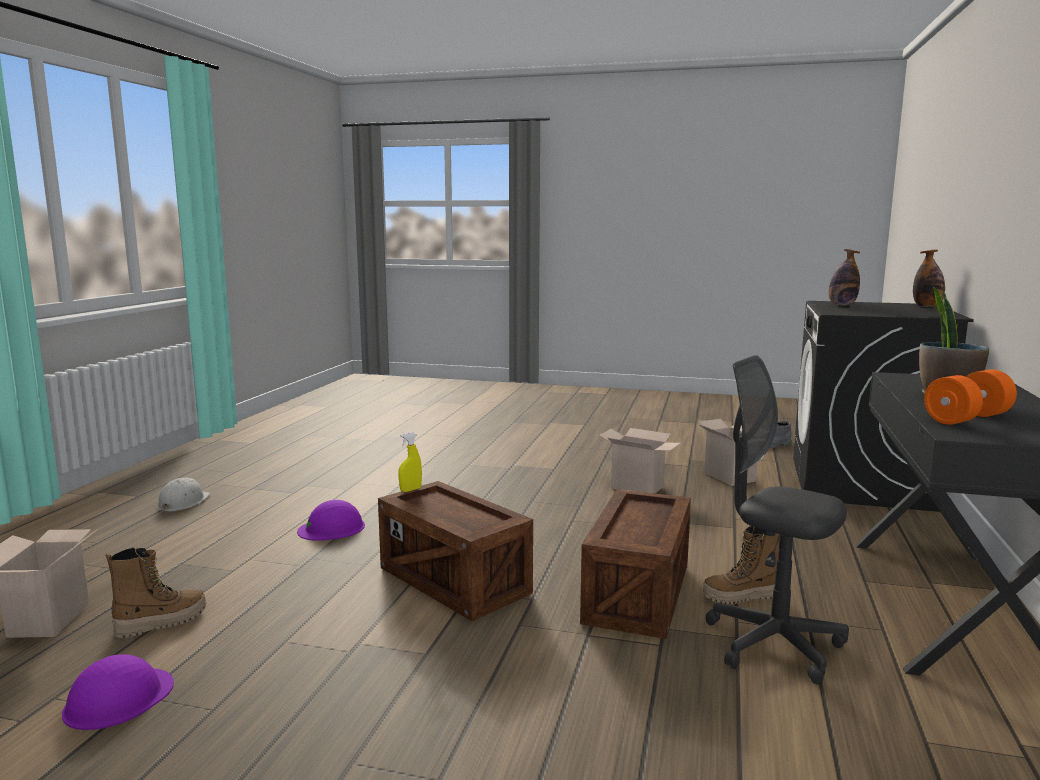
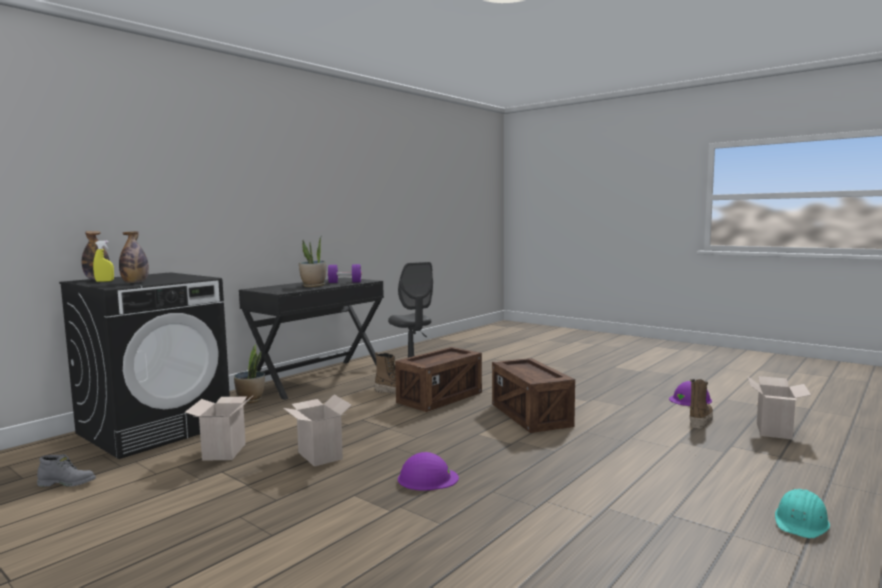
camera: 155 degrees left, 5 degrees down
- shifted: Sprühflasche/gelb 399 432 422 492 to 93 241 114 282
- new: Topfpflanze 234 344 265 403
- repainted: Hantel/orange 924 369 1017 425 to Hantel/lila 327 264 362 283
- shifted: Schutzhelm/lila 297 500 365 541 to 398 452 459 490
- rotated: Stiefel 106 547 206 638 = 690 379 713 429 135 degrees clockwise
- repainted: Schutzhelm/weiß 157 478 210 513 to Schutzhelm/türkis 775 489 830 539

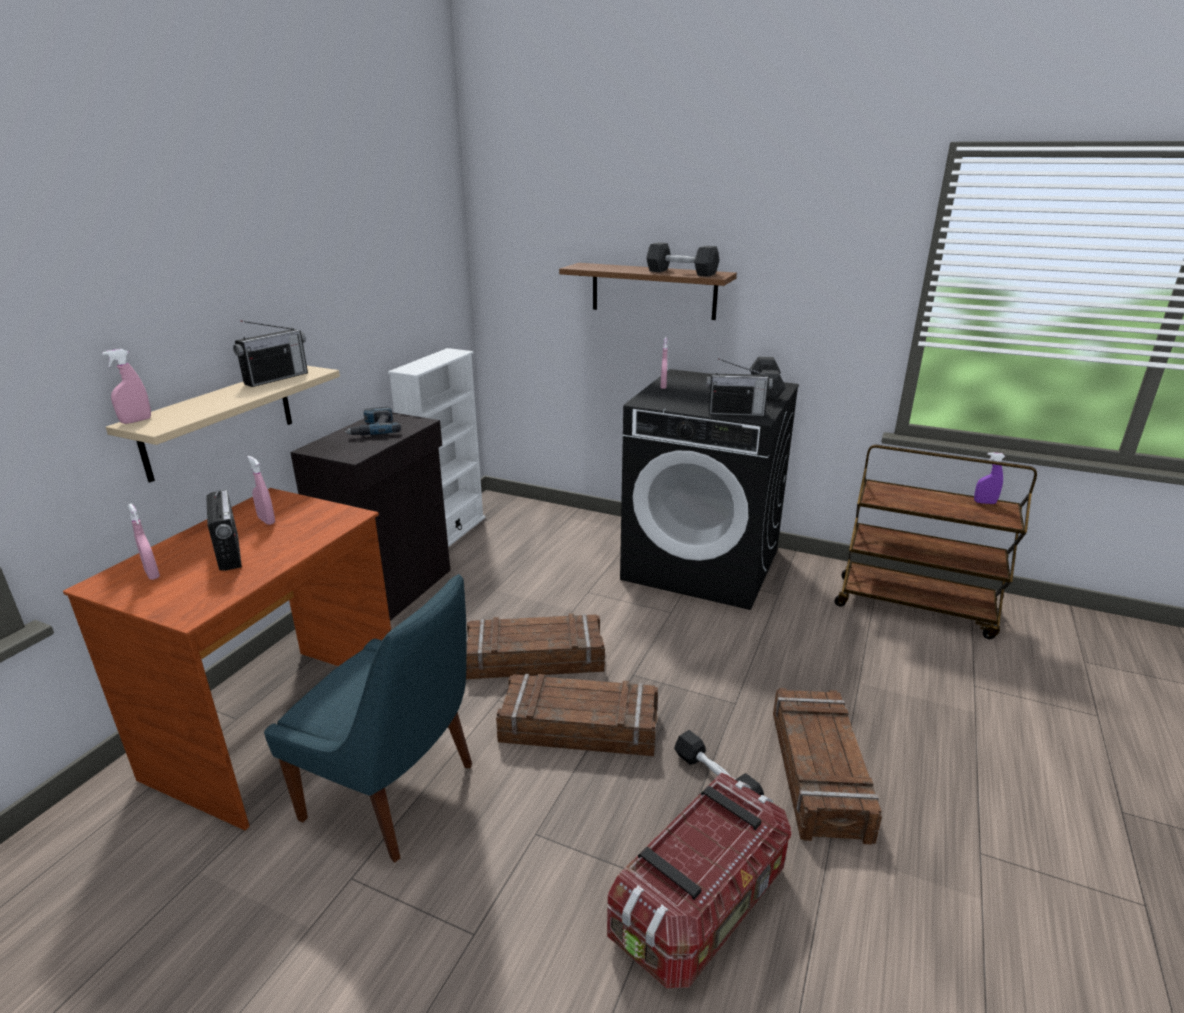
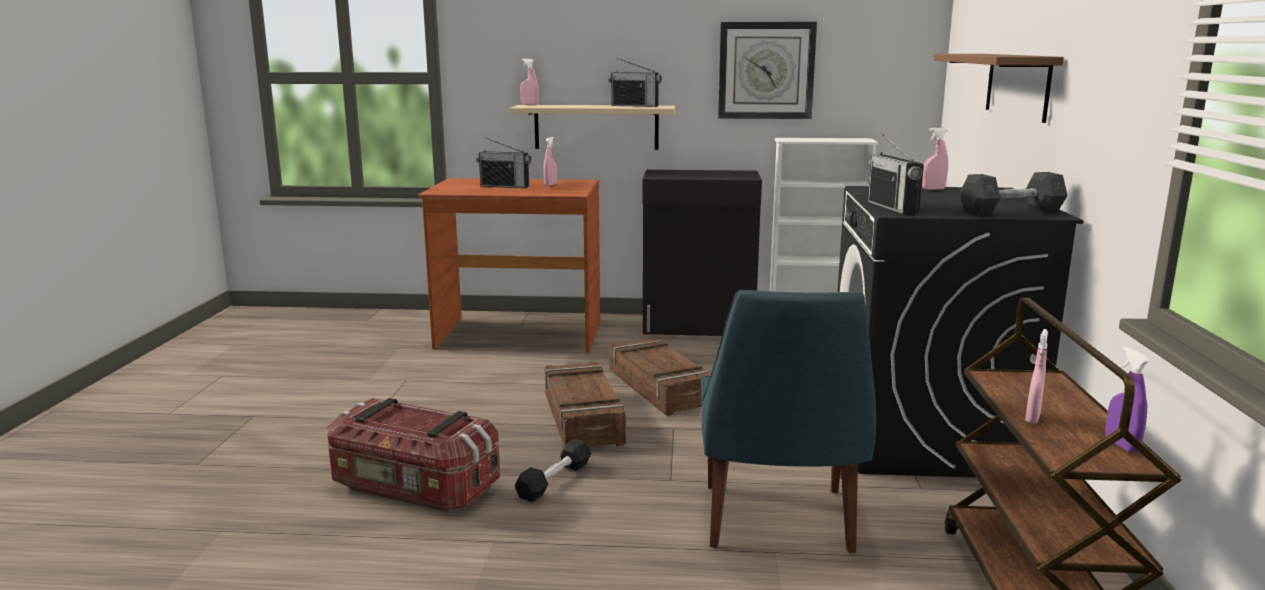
camera: 70 degrees right, 10 degrees down
- rotated: Radio 206 490 242 571 = 476 137 531 188 60 degrees clockwise
- shifted: Stuhl/blau 264 574 472 863 to 701 290 876 553
- new: Wanduhr 718 22 817 119
- shifted: Sprühflasche/rosa 128 503 160 580 to 1025 329 1048 423
- gone: Bohrmaschine 345 407 401 435
- gone: Hantel/grau 646 242 720 277
- gone: Kiste 773 688 882 845

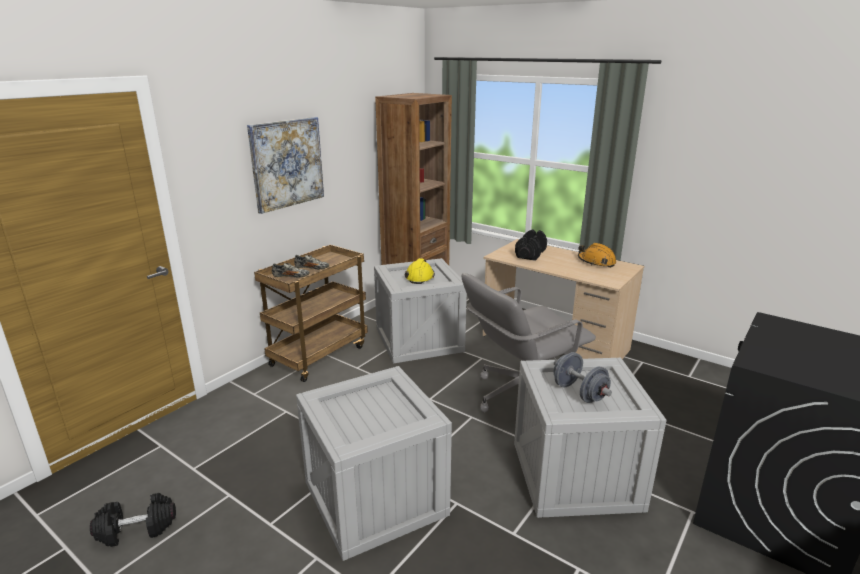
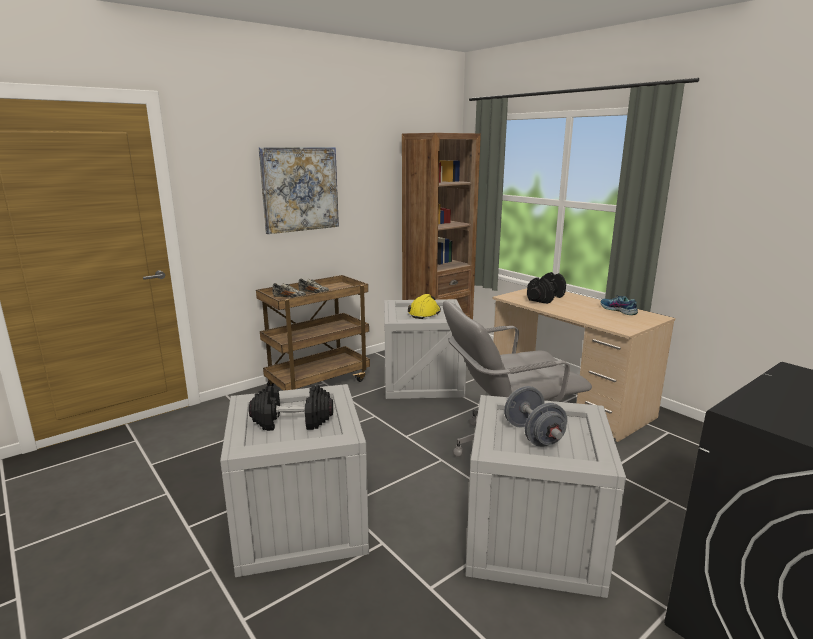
camera: 15 degrees right, 5 degrees down
- shifted: Hantel/schwarz 90 493 176 547 to 249 385 333 431
- swapped: Schutzhelm/orange 578 243 616 268 to Schuh 600 295 638 315

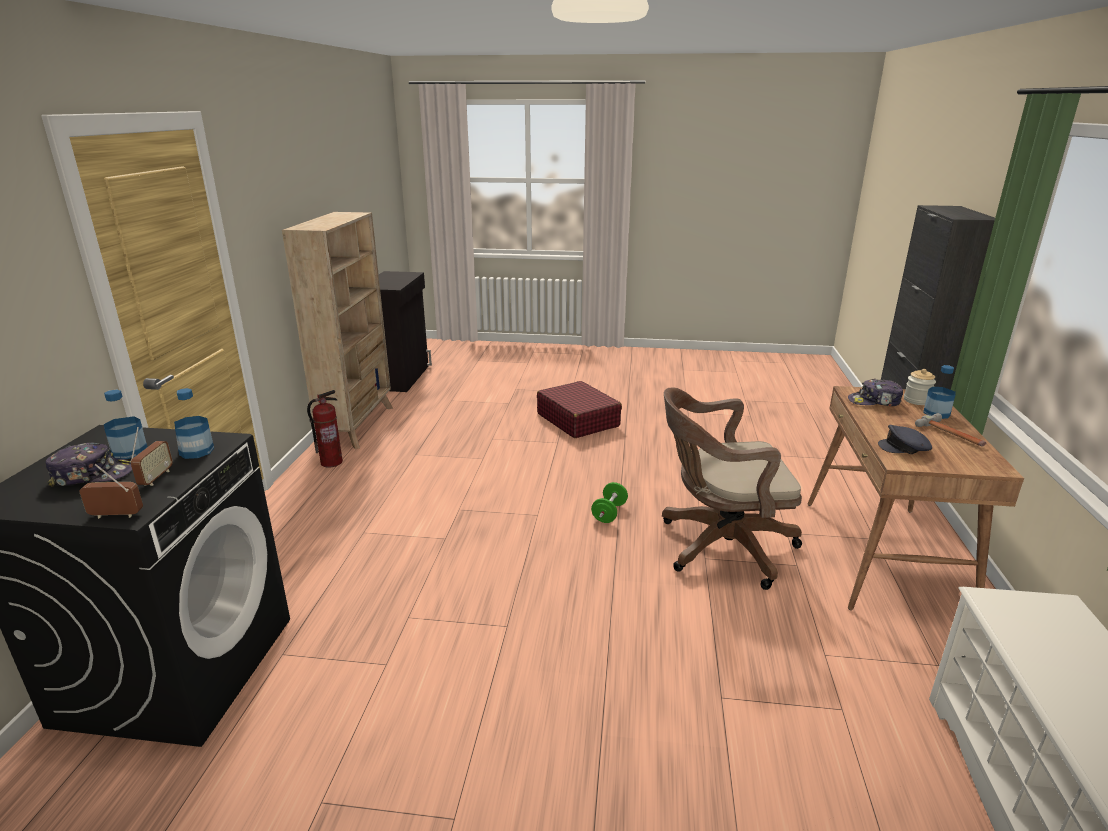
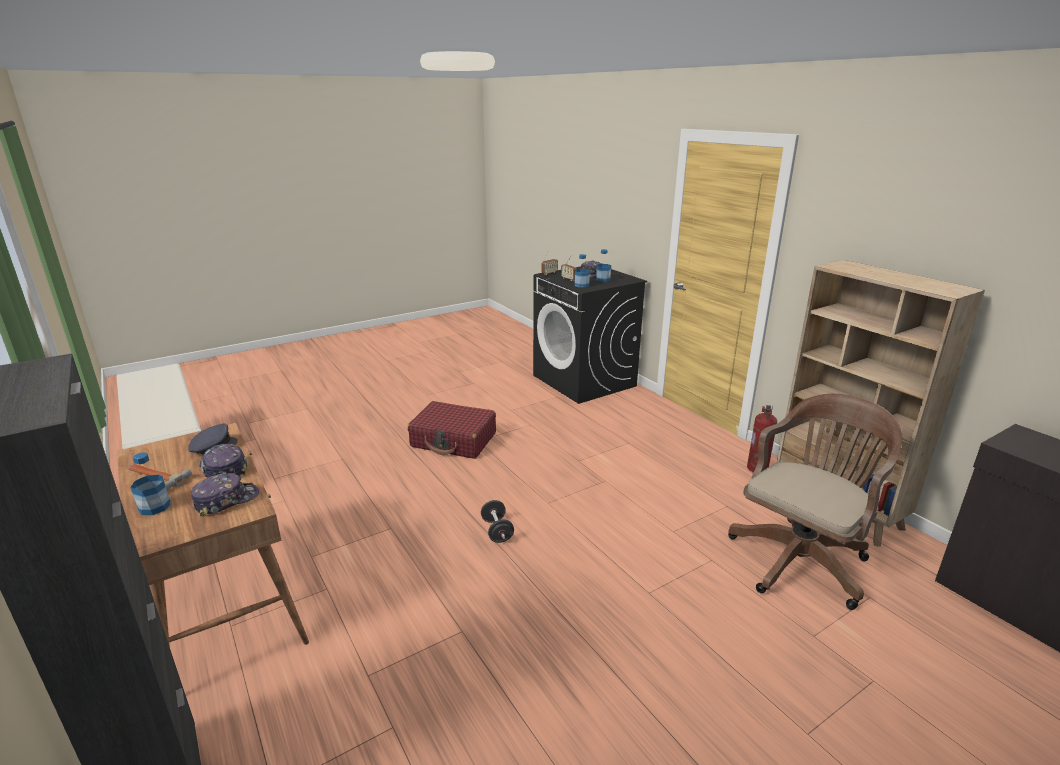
camera: 140 degrees right, 0 degrees up
- new: Kappe 199 444 247 477
- shifted: Koffer/rot 537 381 622 438 to 408 401 496 459
- repainted: Hantel/grün 591 482 628 523 to Hantel/schwarz 481 500 514 543
- shifted: Bürostuhl/braun 662 388 802 590 to 728 394 902 610
- gone: Vorratsglas 904 369 936 405

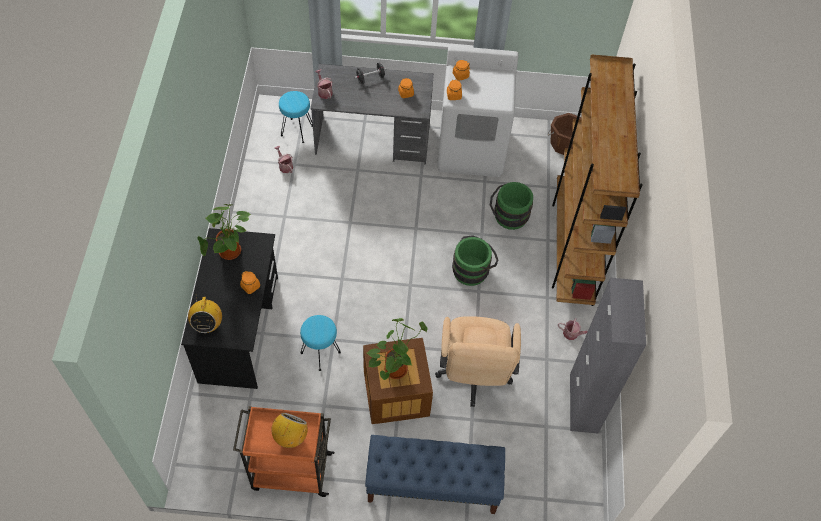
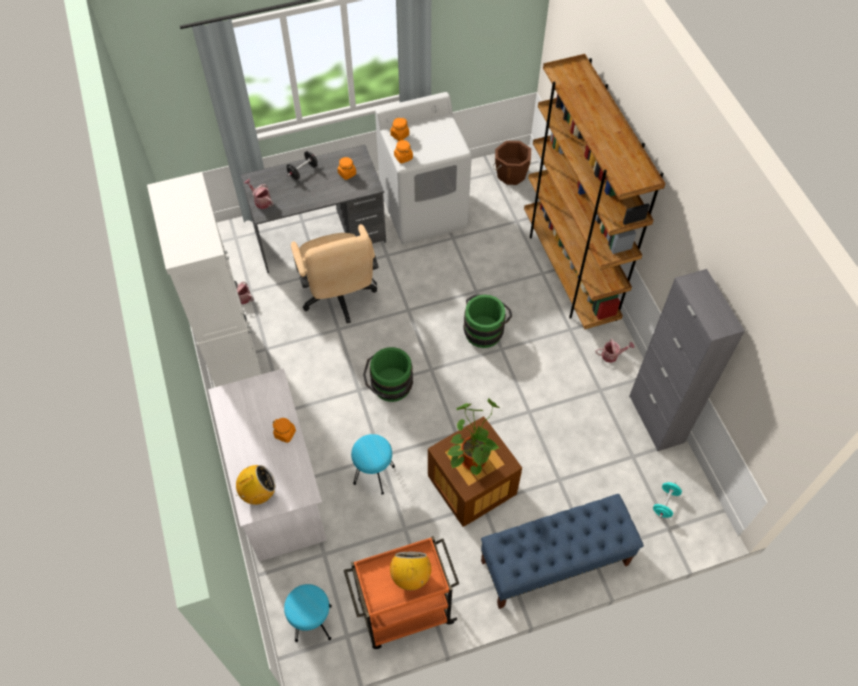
camera: 20 degrees left, 0 degrees up
- new: Schrank/weiß 147 172 262 387
- repainted: Schreibtisch/schwarz 181 228 278 389 to Schreibtisch/weiß 208 368 327 562
- rotated: Radio 188 297 222 333 = 236 465 276 505 90 degrees counterclockwise
- shifted: Hocker/türkis 279 91 313 143 to 284 584 332 642
- shifted: Bürostuhl/beige 435 316 521 407 to 291 224 379 323
- shifted: Eimer/grün 490 182 533 230 to 363 347 413 402
- new: Hantel/türkis 653 482 682 518
- gone: Topfpflanze 198 204 251 260

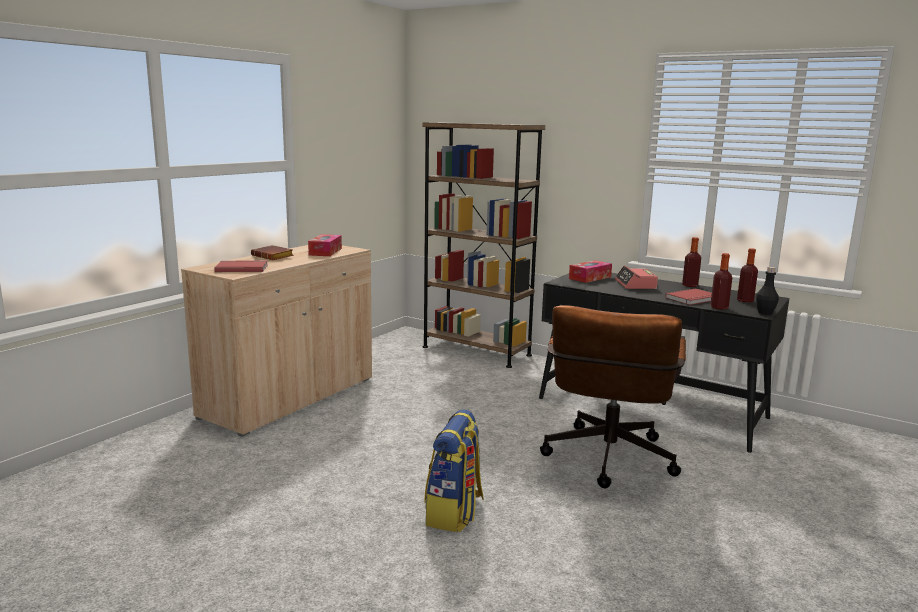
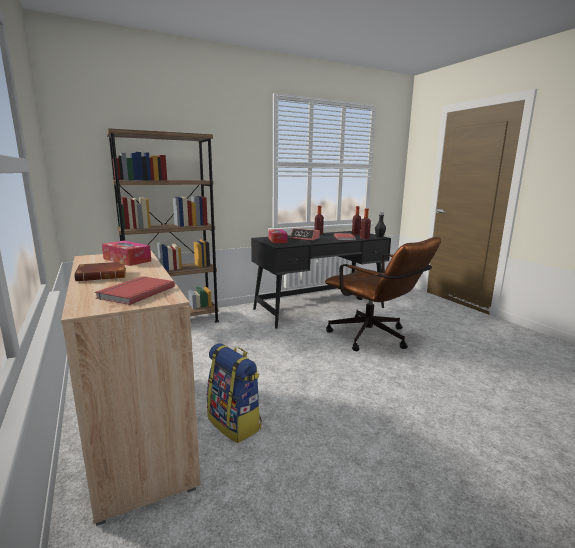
camera: 60 degrees left, 0 degrees up
- shifted: Rucksack 425 409 484 532 to 207 343 262 443

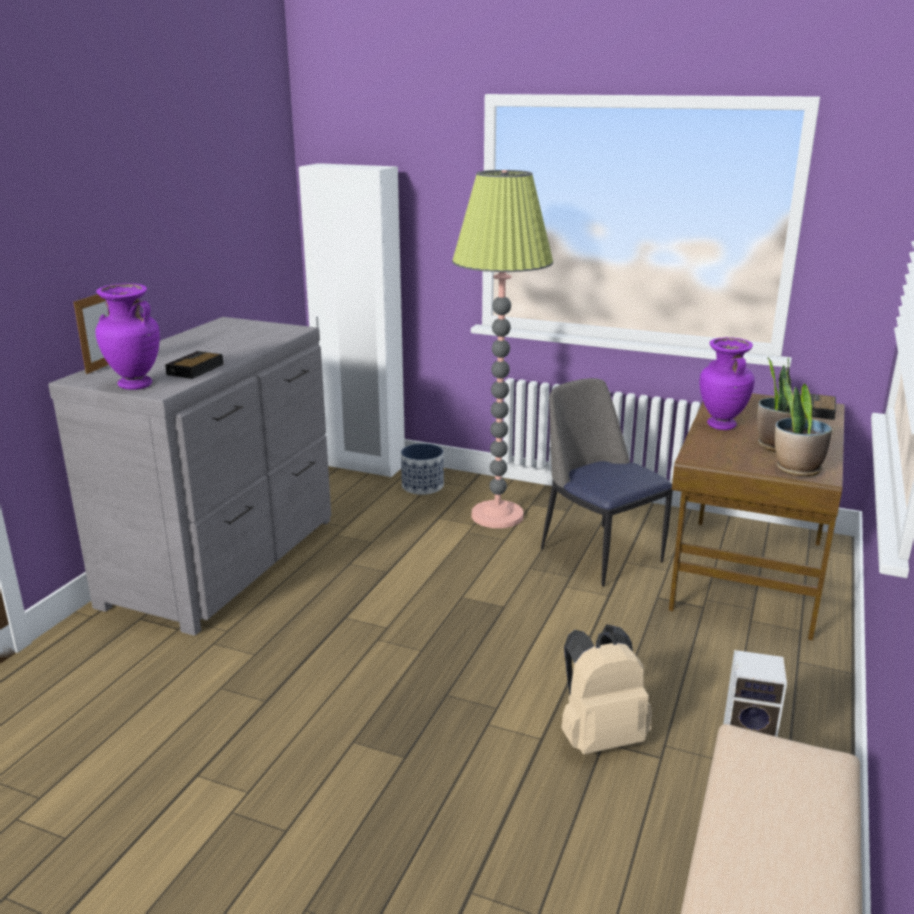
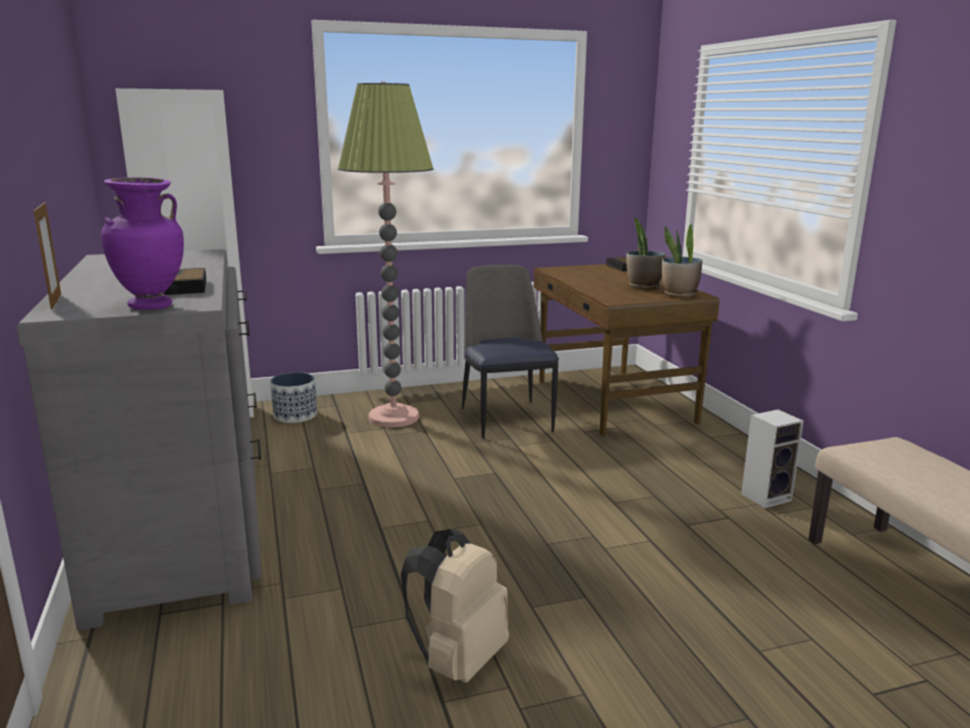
camera: 40 degrees left, 5 degrees down
- shifted: Rucksack/beige 561 624 652 755 to 401 529 509 683
- rotated: Stuhl 541 378 673 587 = 462 264 559 439 60 degrees clockwise
- gone: Vase/lila 700 337 755 430

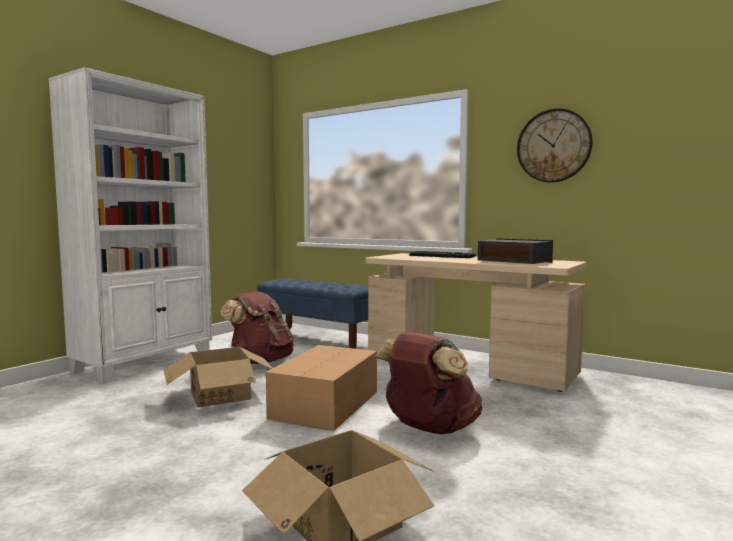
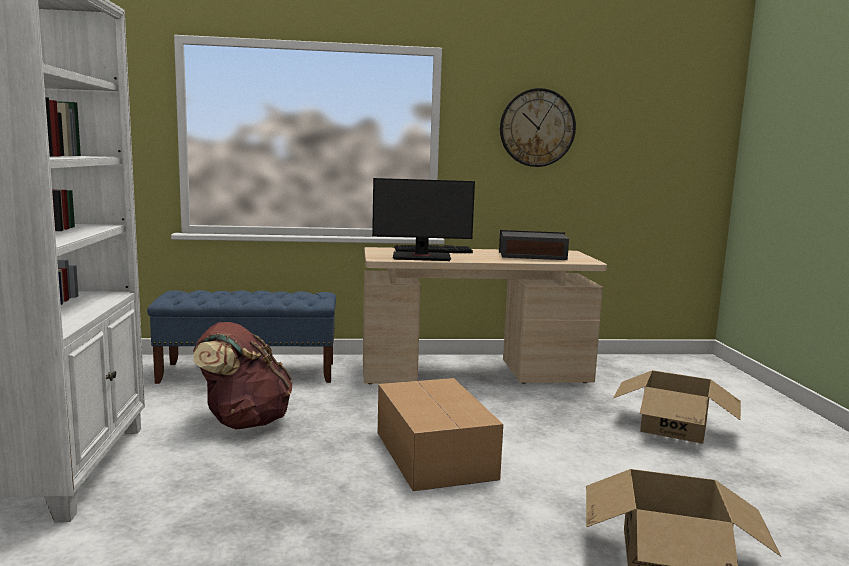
camera: 40 degrees left, 5 degrees up
- new: Monitor 372 178 475 261
- shifted: Karton 163 347 273 408 to 613 370 741 444
- gone: Rucksack/braun 375 332 482 434

